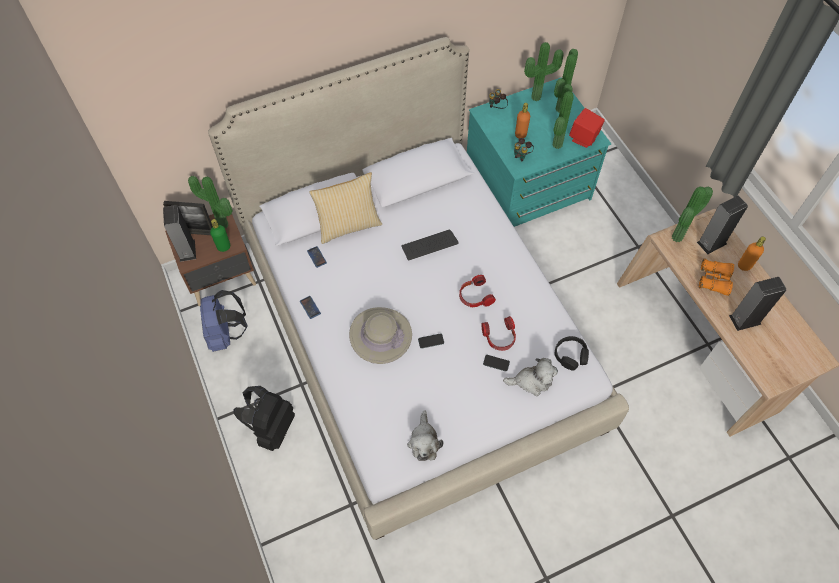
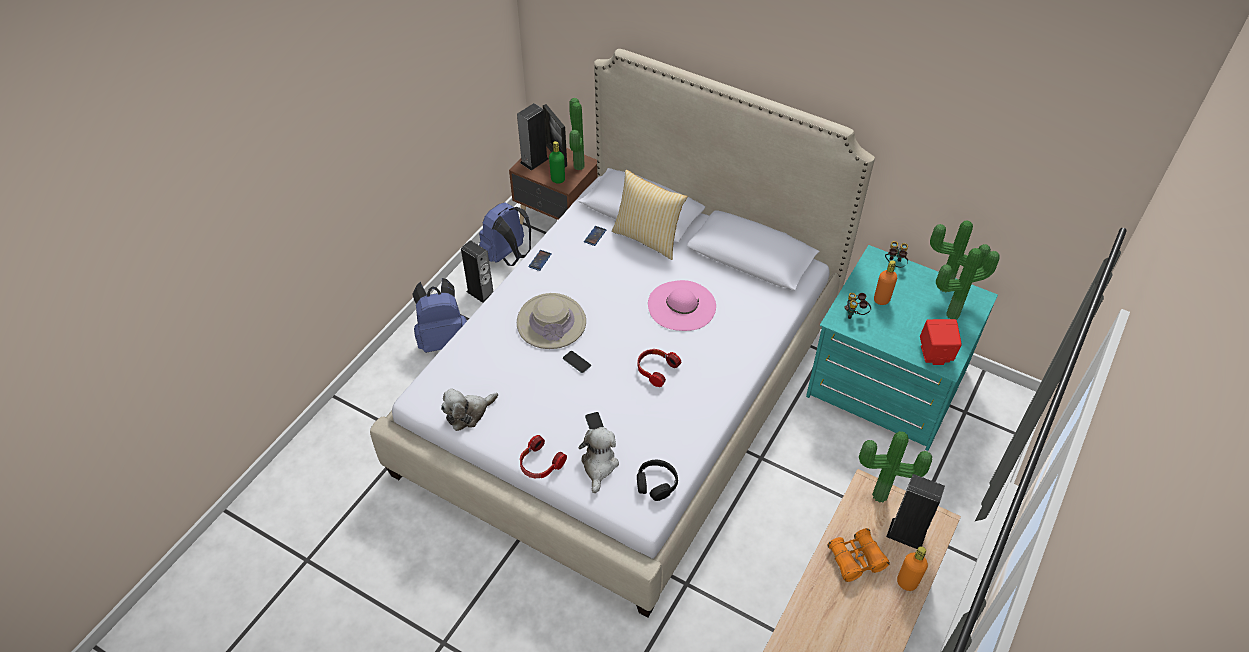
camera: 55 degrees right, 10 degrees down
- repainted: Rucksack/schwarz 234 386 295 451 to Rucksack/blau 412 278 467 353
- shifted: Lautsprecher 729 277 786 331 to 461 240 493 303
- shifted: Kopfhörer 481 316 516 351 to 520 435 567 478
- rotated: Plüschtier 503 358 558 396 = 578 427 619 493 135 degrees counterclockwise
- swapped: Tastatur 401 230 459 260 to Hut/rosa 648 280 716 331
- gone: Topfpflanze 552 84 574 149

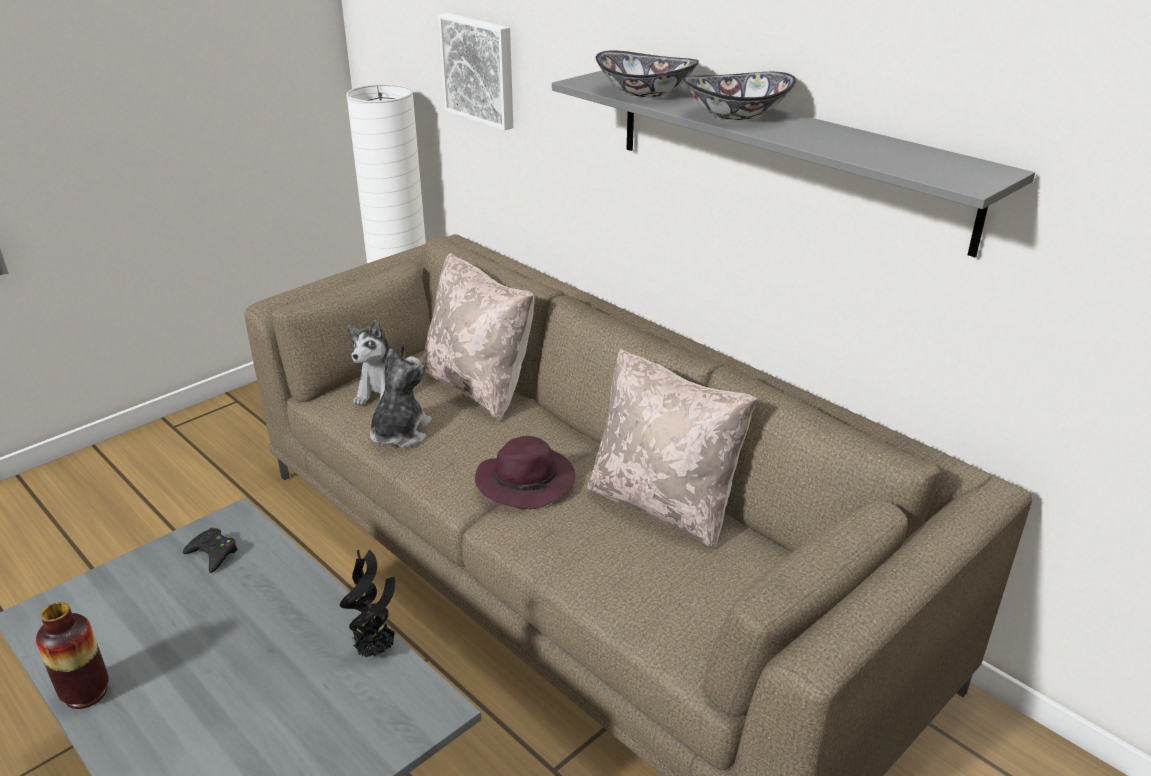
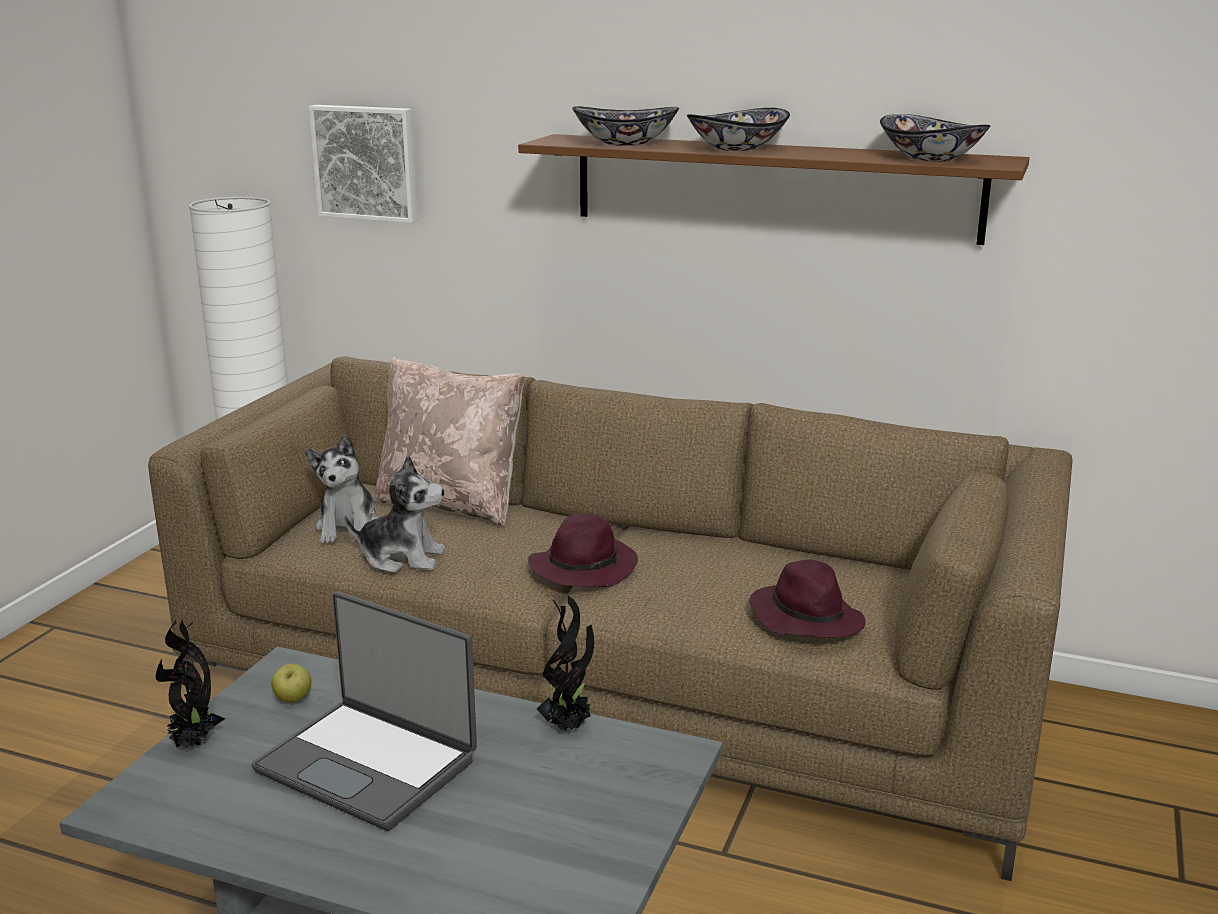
camera: 25 degrees left, 10 degrees down
- new: Topfpflanze 155 618 225 749
- new: Laptop 251 591 477 831
- swapped: Gamepad/schwarz 183 528 238 573 to Apfel 271 664 312 702
- rotated: Plüschtier 370 348 432 448 = 344 455 445 573 105 degrees clockwise
- repainted: Wandregal/grau 552 71 1035 257 to Wandregal/braun 518 134 1029 245
- new: Hut/lila 750 559 866 638
- new: Schüssel 880 114 991 161
- gone: Vase 36 602 109 709
- gone: Kissen/beige 587 349 757 549

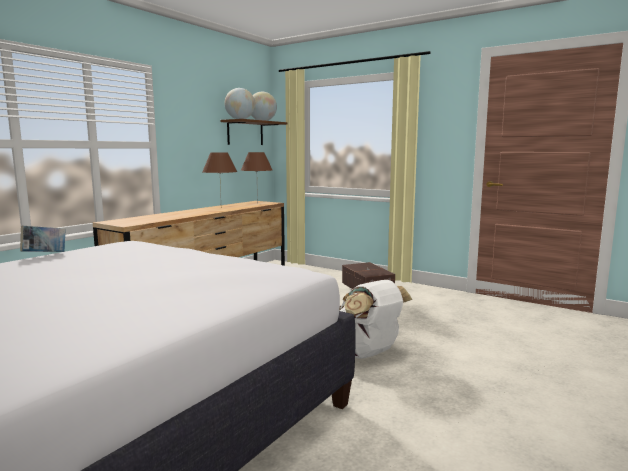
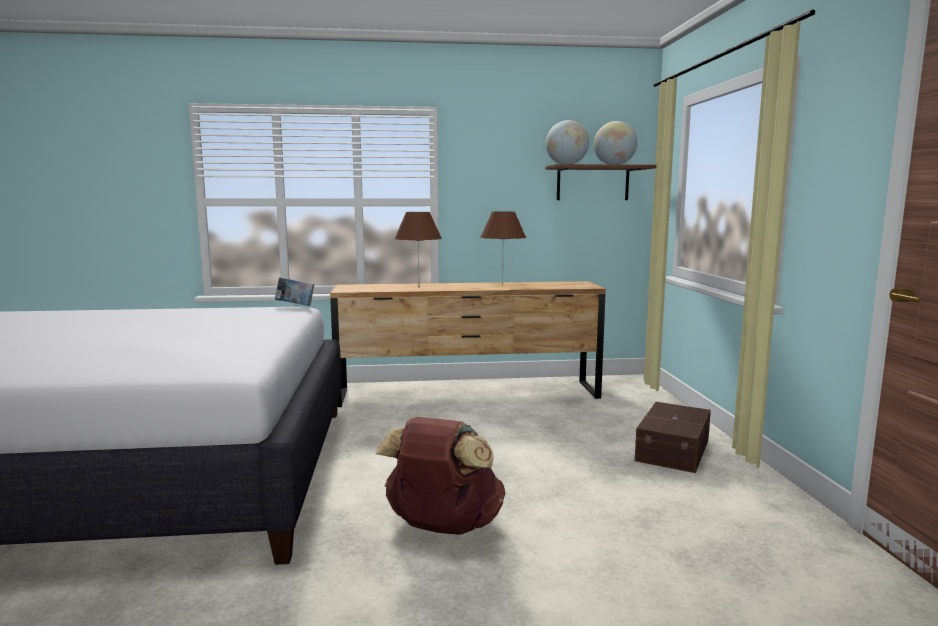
camera: 50 degrees right, 0 degrees up
- shifted: Buch 20 226 66 252 to 275 277 315 306
- repainted: Rucksack/weiß 339 280 412 359 to Rucksack/braun 375 417 506 535
- shifted: Tischlampe/braun 241 152 272 204 to 394 212 442 277

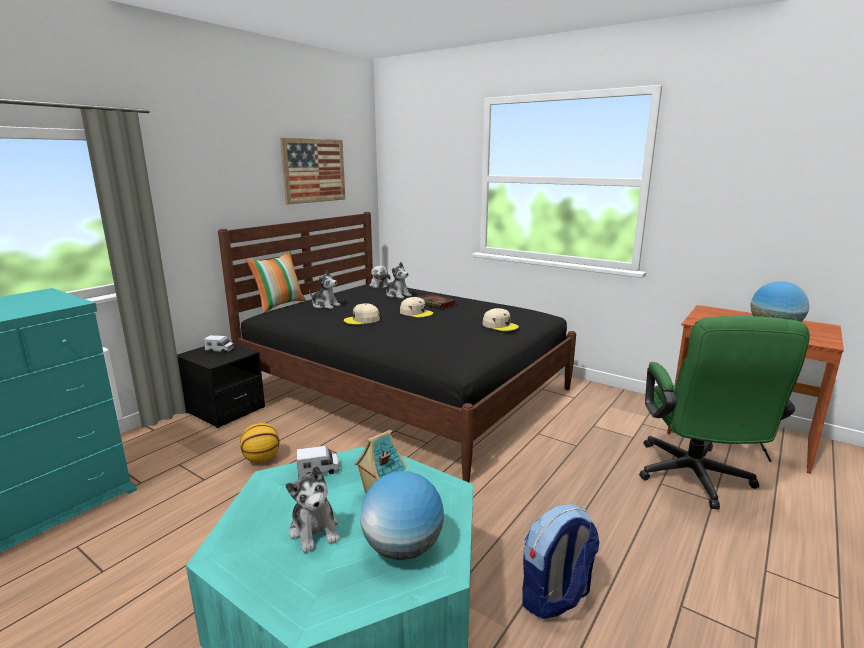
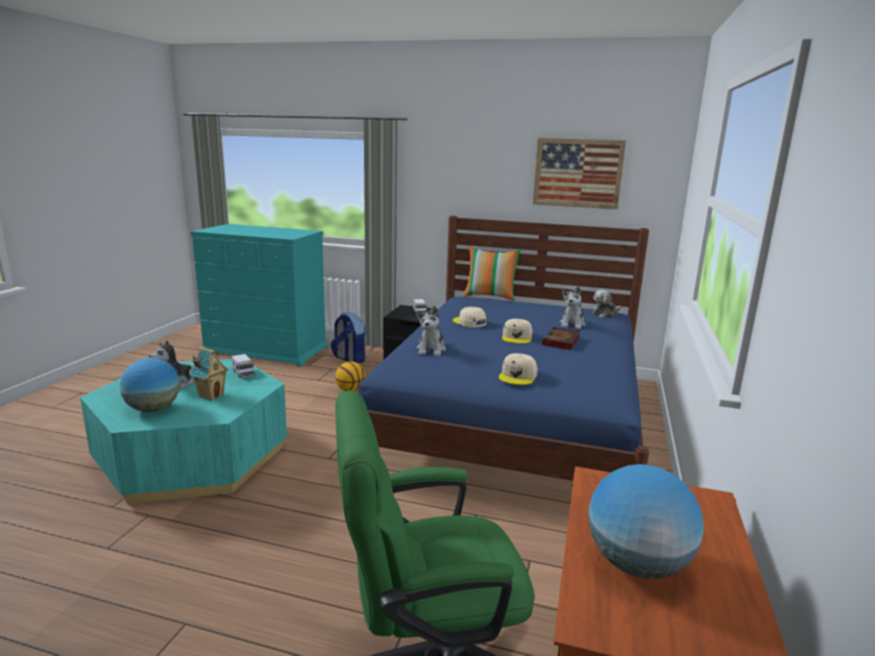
camera: 70 degrees right, 0 degrees up
- shifted: Rucksack 522 504 599 619 to 330 312 366 364
- repainted: Bett/schwarz 218 212 576 482 to Bett/blau 358 216 649 481
- shifted: Plüschtier 309 270 340 309 to 416 306 446 356

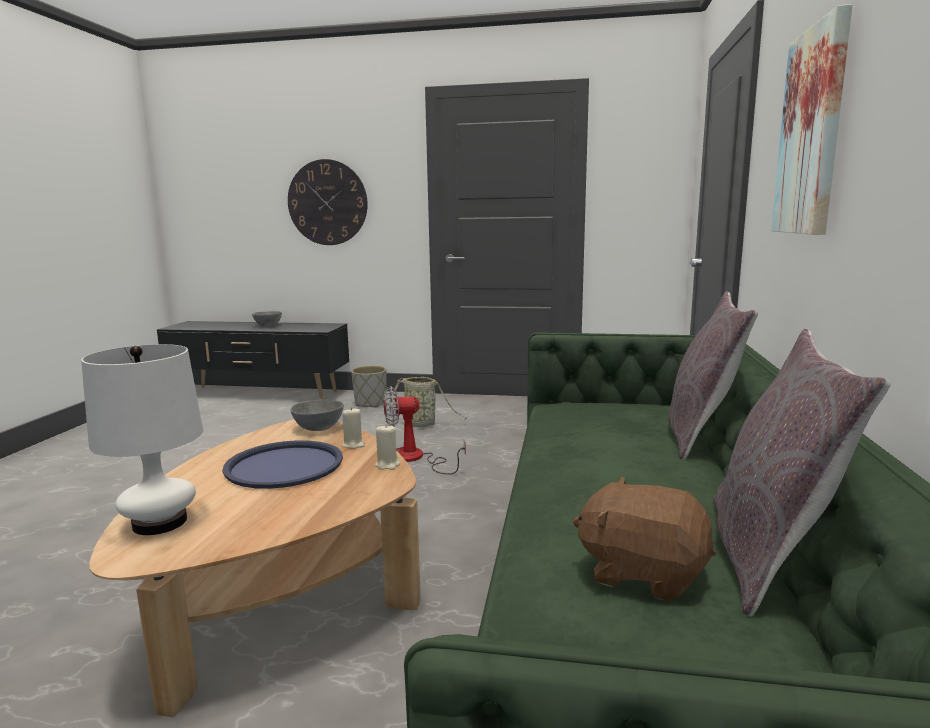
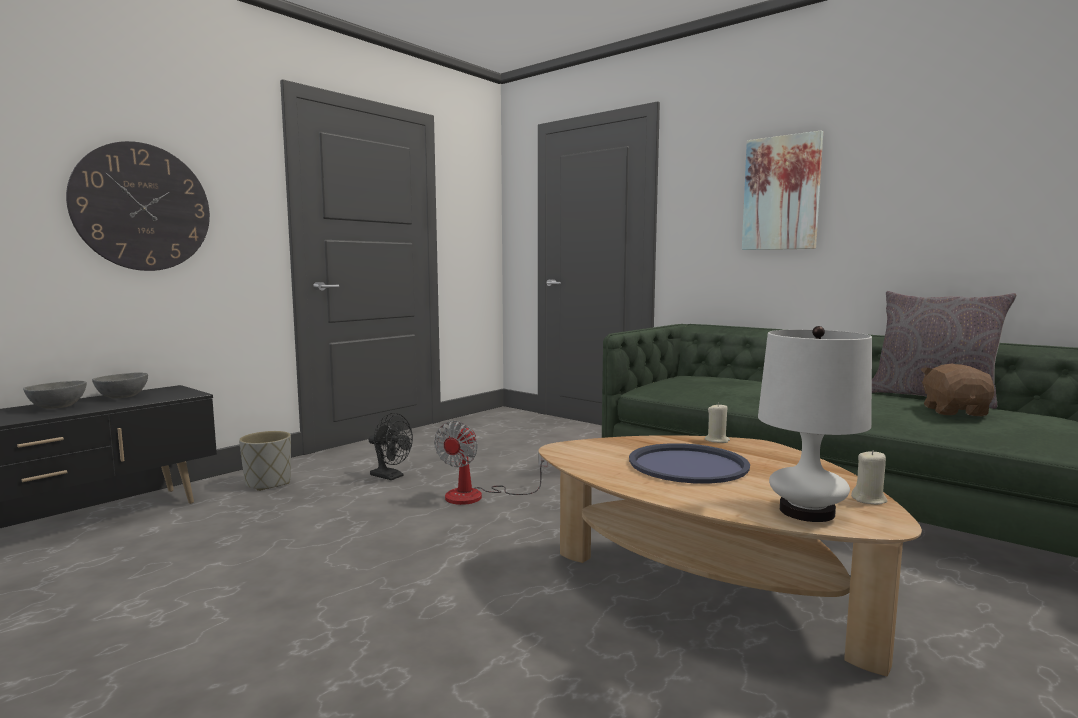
camera: 60 degrees left, 5 degrees down
- shifted: Schüssel/grau 291 400 344 431 to 92 373 148 398
- swapped: Korb 388 377 467 427 to Ventilator/schwarz 369 413 413 480
- shifted: Kerze/beige 342 407 365 449 to 851 450 887 505
- rotated: Plüschtier/braun 573 476 716 602 = 921 364 994 417 135 degrees clockwise
- gone: Kissen/grau 668 291 758 460

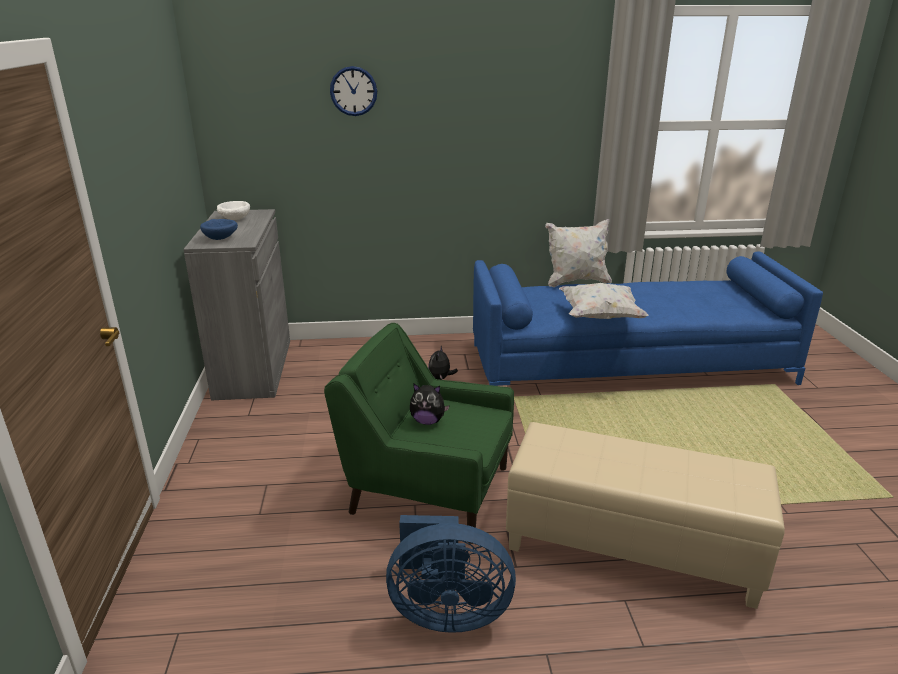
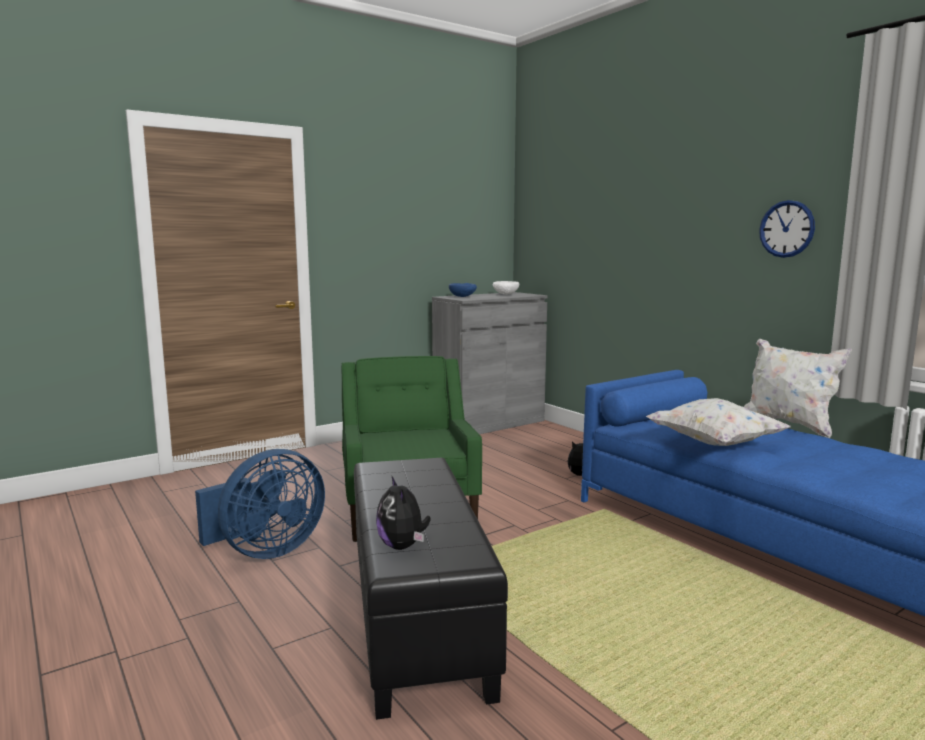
camera: 60 degrees right, 15 degrees down
- rotated: Ventilator/blau 386 515 516 633 = 195 449 325 559 105 degrees counterclockwise
- repainted: Polsterhocker/beige 506 422 785 609 to Polsterhocker/schwarz 354 458 508 720
- shifted: Plüschtier 410 383 450 425 to 376 475 431 550
- shifted: Wanduhr 330 66 377 116 to 759 200 815 258

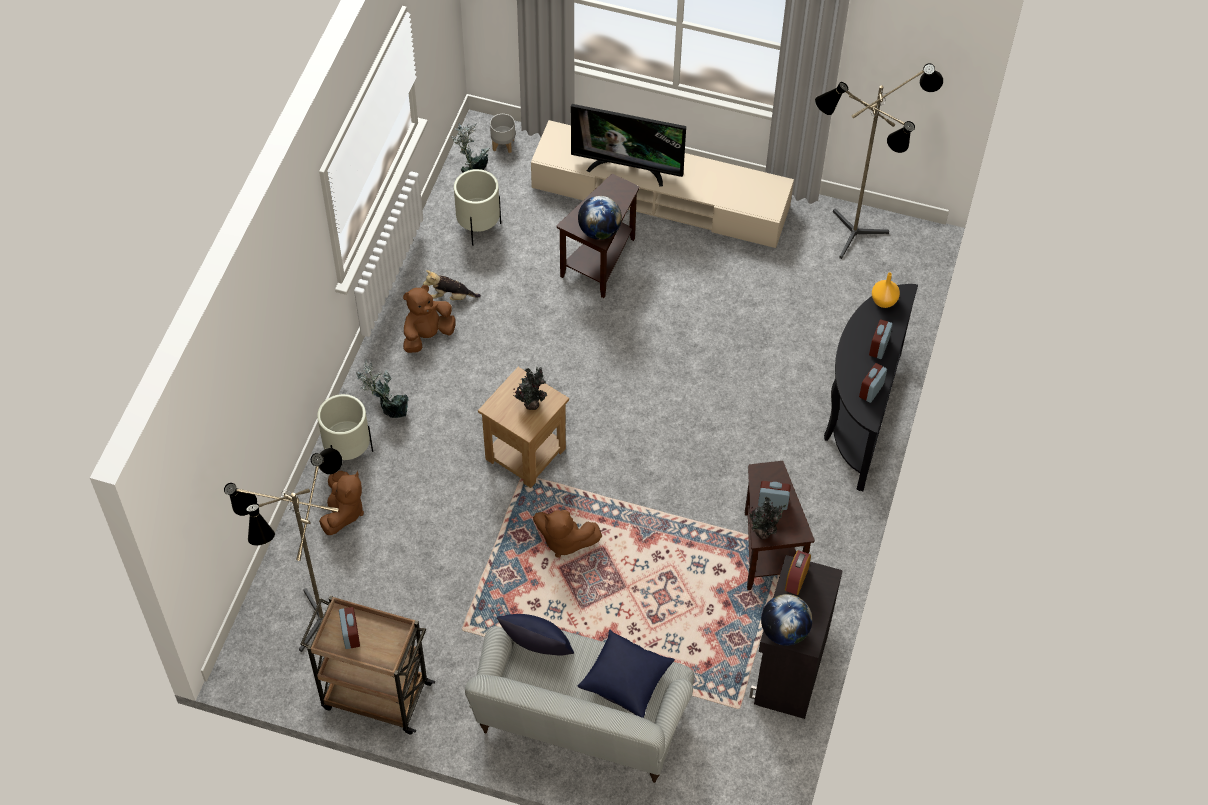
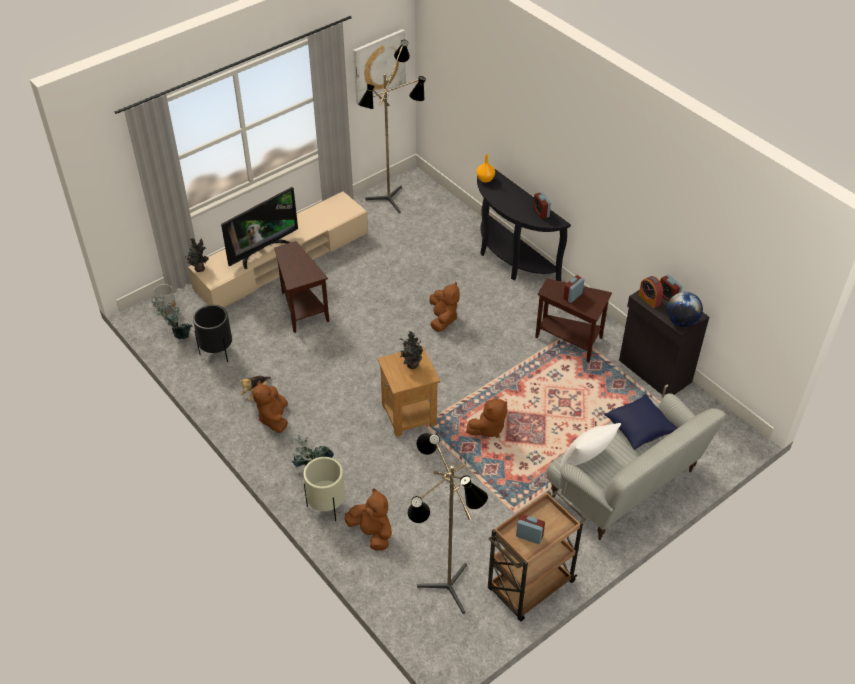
camera: 55 degrees left, 10 degrees down
- shifted: Topfpflanze 747 497 787 539 to 185 238 209 272
- repainted: Pflanzkübel/beige 454 169 501 246 to Pflanzkübel/schwarz 193 305 232 362
- new: Bild 353 29 406 104
- new: Plüschtier/braun 429 282 460 332
- repainted: Kissen/blau 497 614 574 656 to Kissen/weiß 560 423 621 467
- shifted: Wecker 869 320 893 359 to 660 275 682 302
- gone: Globus 578 196 622 240

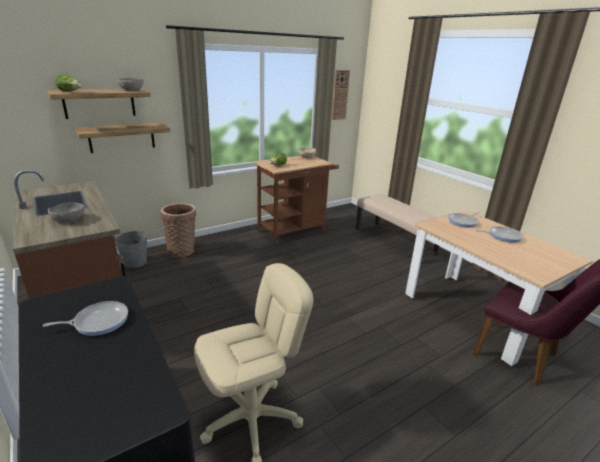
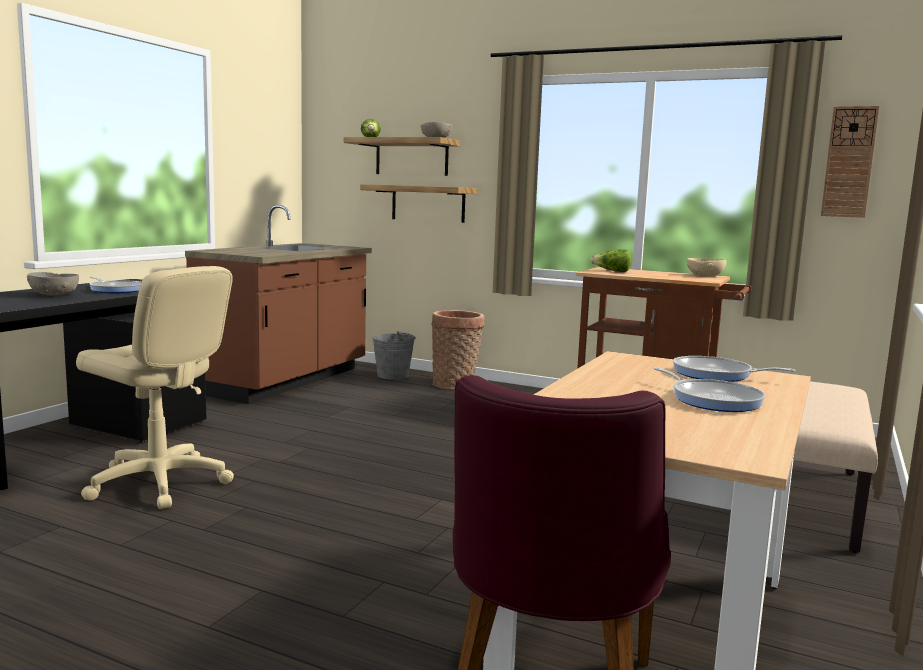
camera: 60 degrees right, 15 degrees down
- shifted: Schüssel/grau 48 203 84 223 to 27 272 79 296

